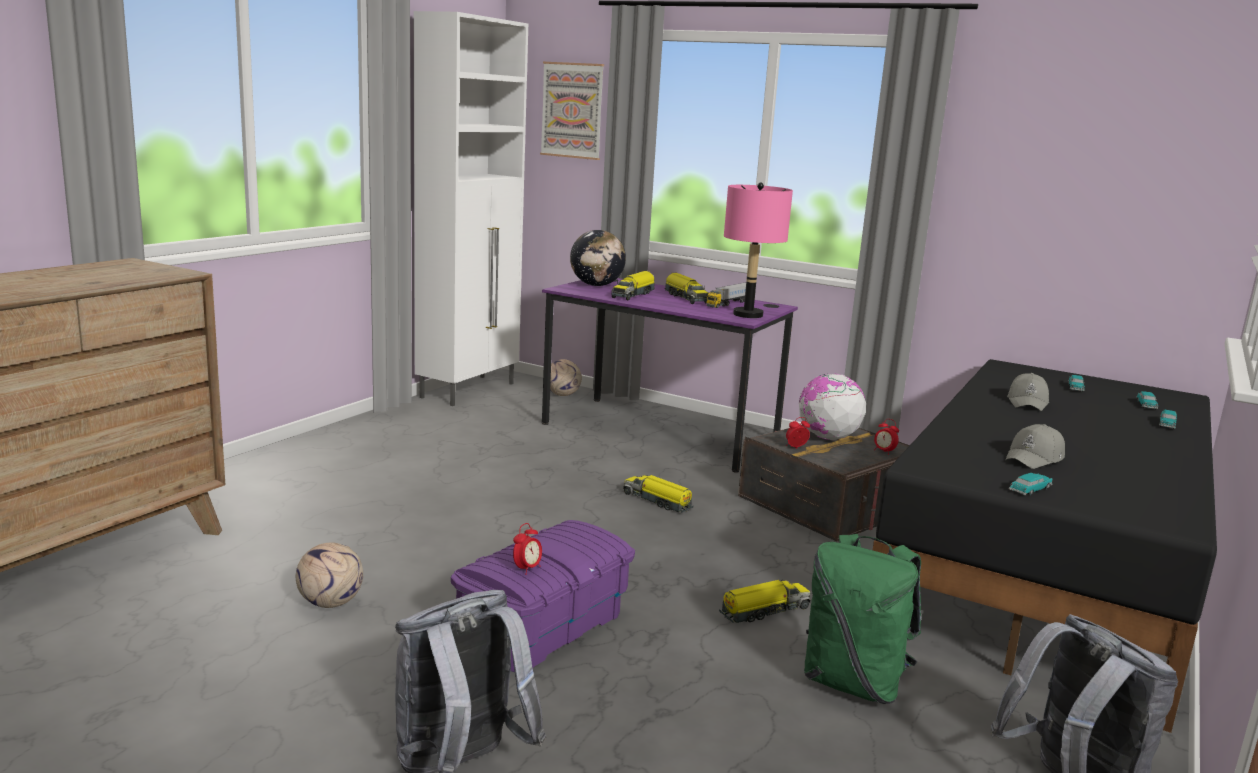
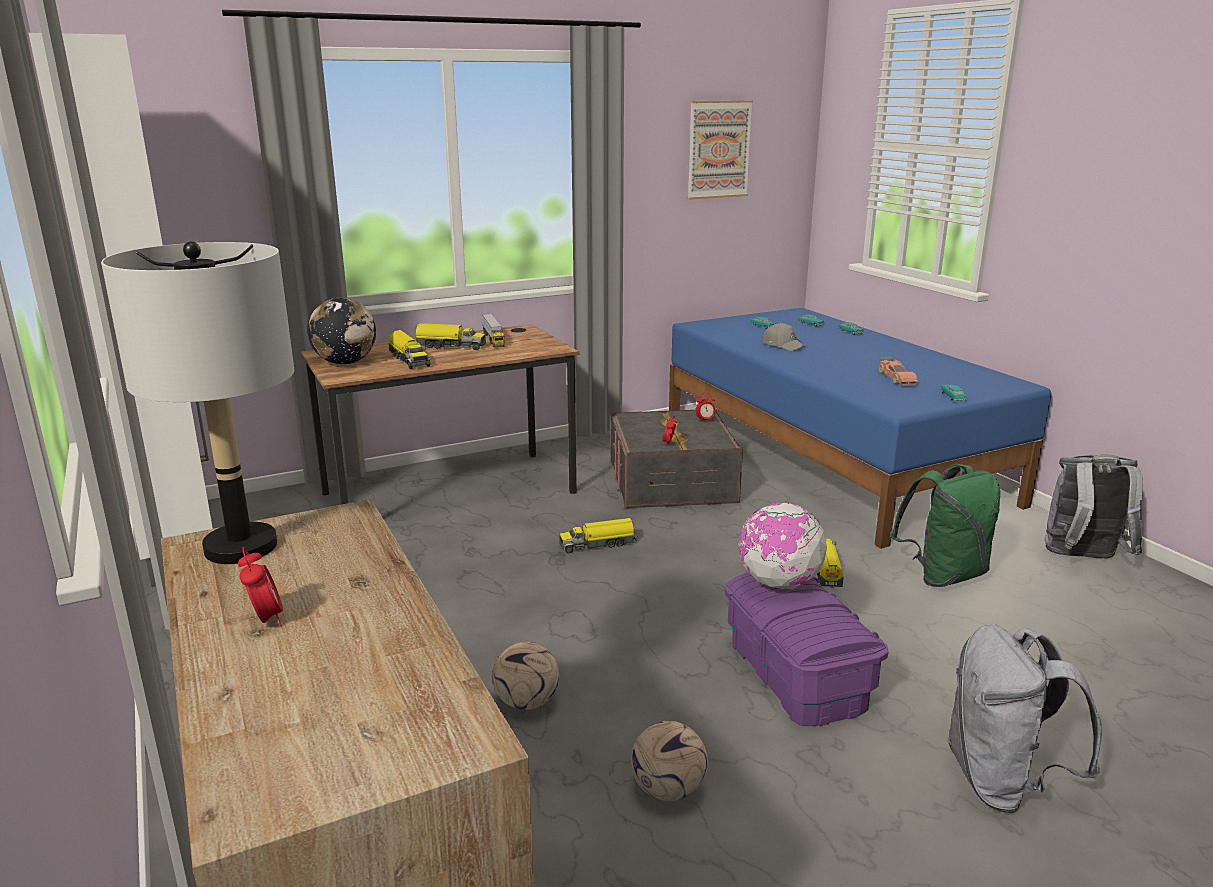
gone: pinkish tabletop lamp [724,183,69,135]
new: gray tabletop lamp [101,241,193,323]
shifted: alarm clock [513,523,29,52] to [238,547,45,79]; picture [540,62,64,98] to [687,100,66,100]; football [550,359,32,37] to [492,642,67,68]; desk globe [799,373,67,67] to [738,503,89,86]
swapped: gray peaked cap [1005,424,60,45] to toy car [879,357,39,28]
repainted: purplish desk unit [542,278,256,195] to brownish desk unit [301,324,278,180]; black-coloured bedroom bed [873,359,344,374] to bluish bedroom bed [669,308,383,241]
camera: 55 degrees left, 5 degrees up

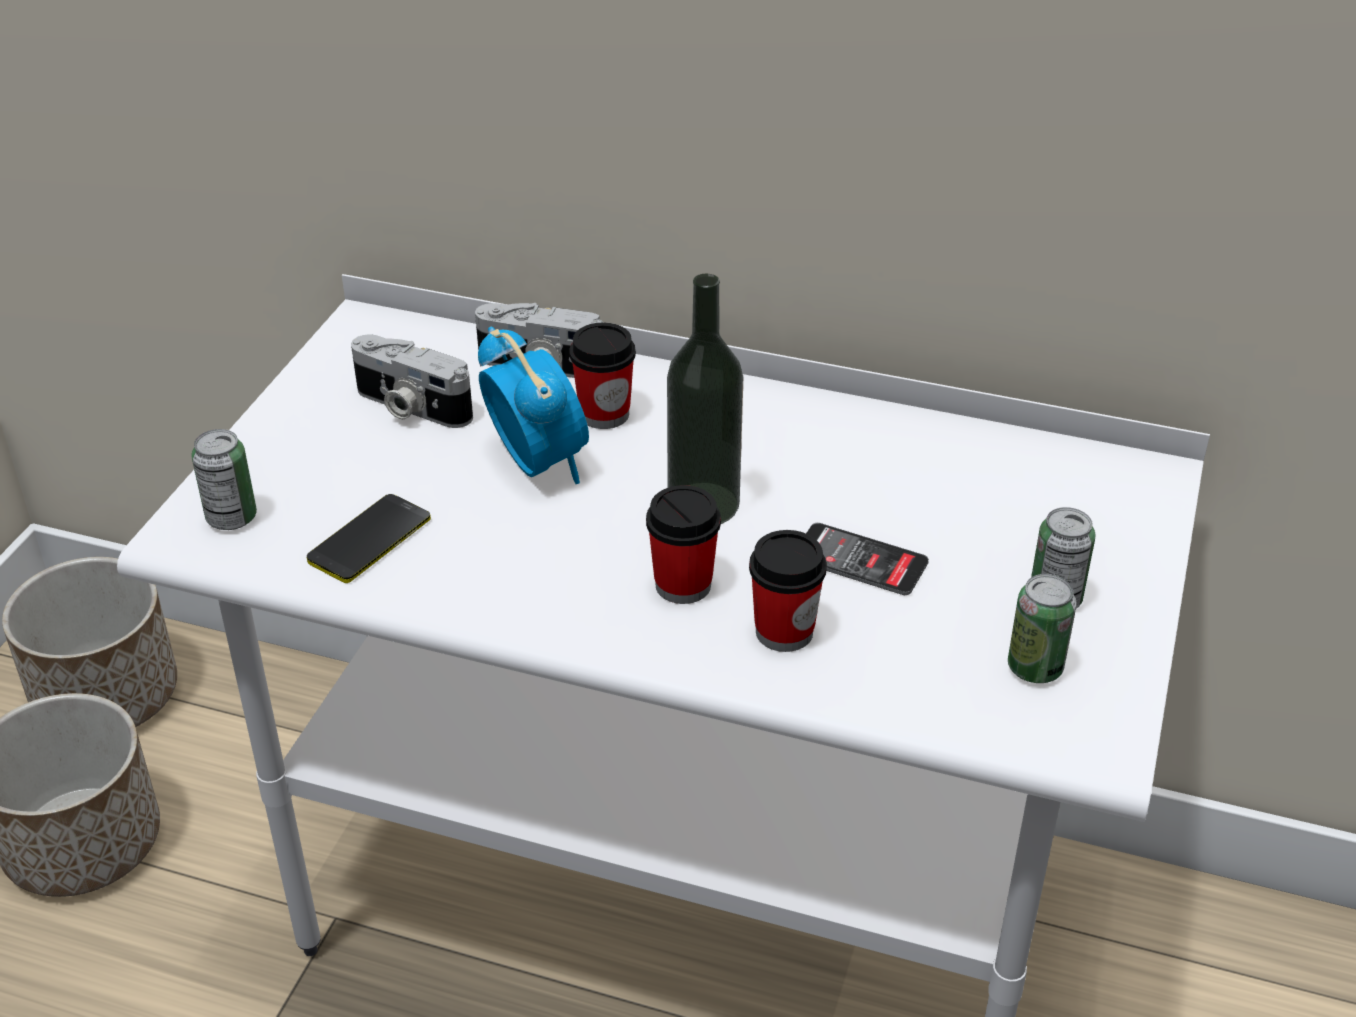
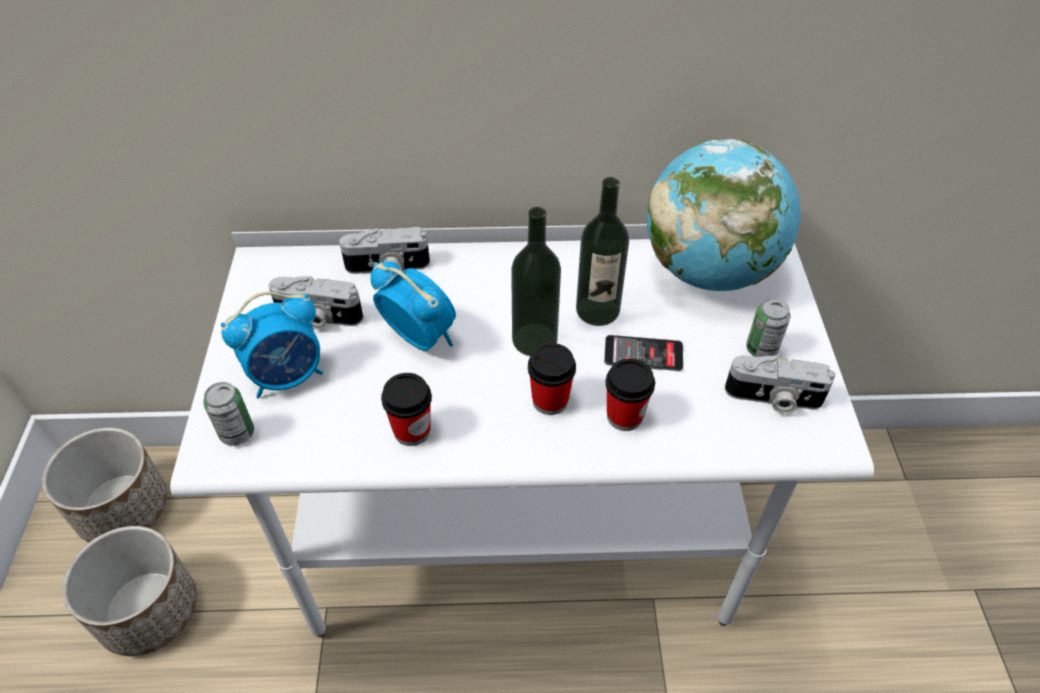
gone: handset [307,494,124,89]
new: alarm clock [221,292,102,106]; drink bottle [576,177,53,149]; desk globe [647,139,153,152]
shifted: small cup [569,322,67,107] to [381,373,51,73]
swapped: metal can [1008,574,69,109] to photo camera [725,355,111,59]
camera: 20 degrees left, 10 degrees up

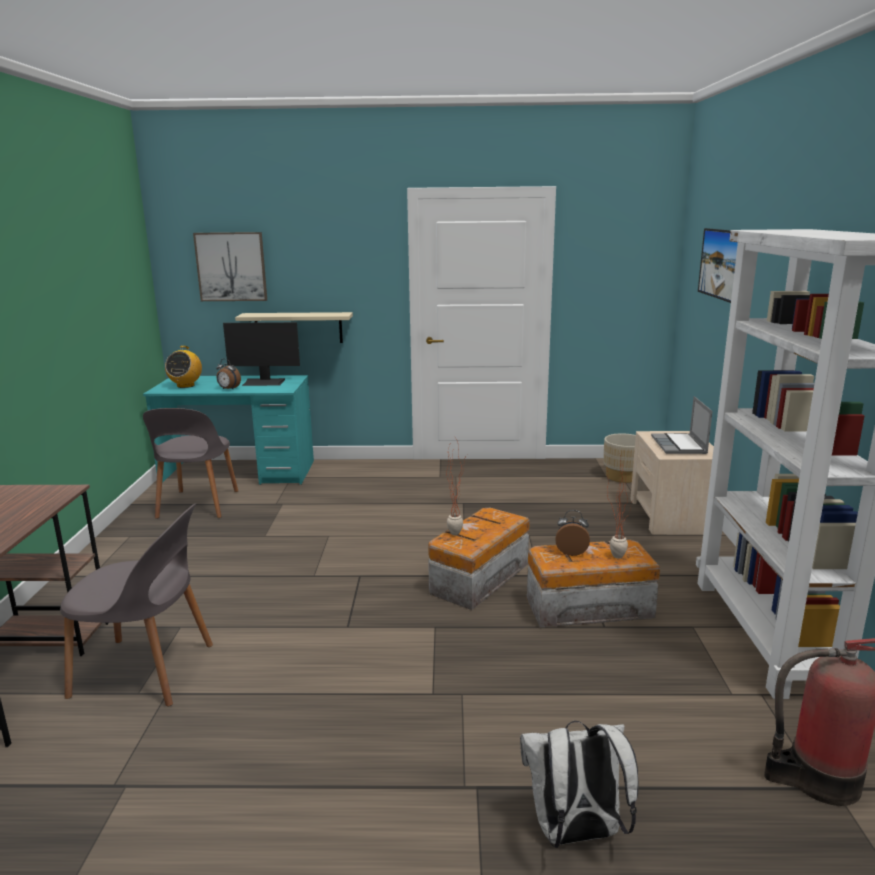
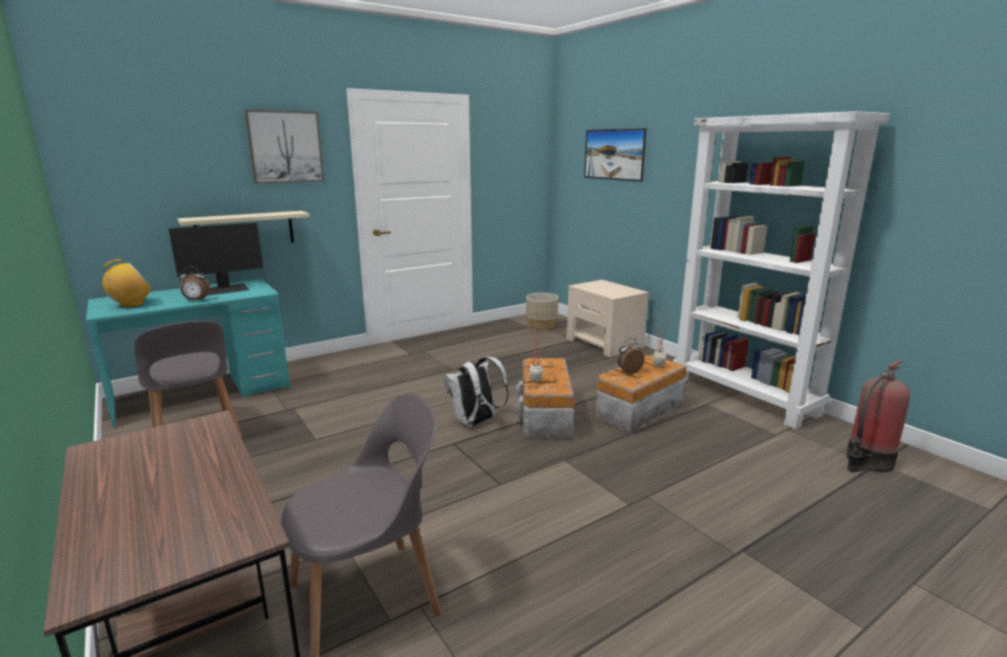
gone: portable computer [651,396,62,58]
shifted: picture [193,232,74,69] to [245,110,79,73]; white-coloured rucksack [520,721,118,127] to [444,357,64,70]
rotated: radio [165,346,37,42] = [100,259,52,49] 105 degrees counterclockwise
camera: 35 degrees left, 0 degrees up

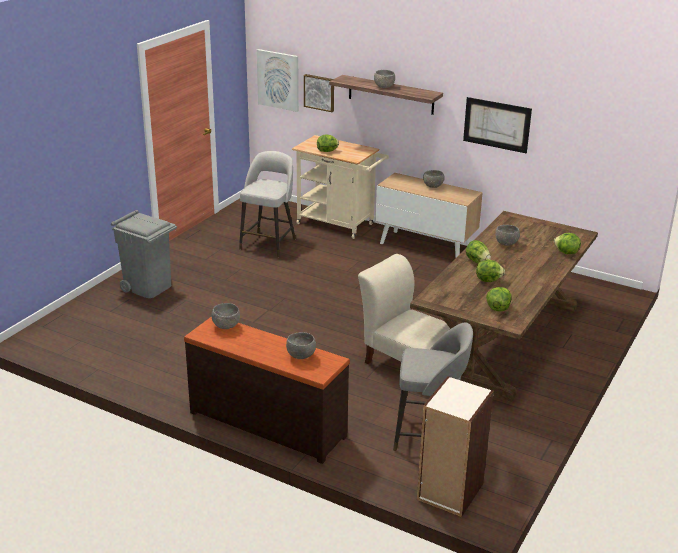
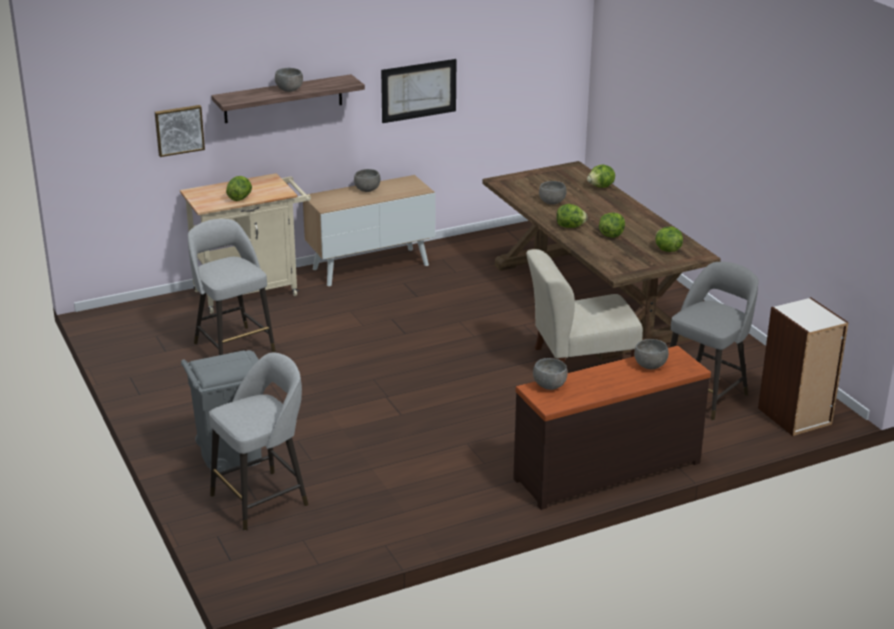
gone: picture [257,49,42,63]
new: gray stool seat [209,353,99,178]
camera: 55 degrees left, 0 degrees up

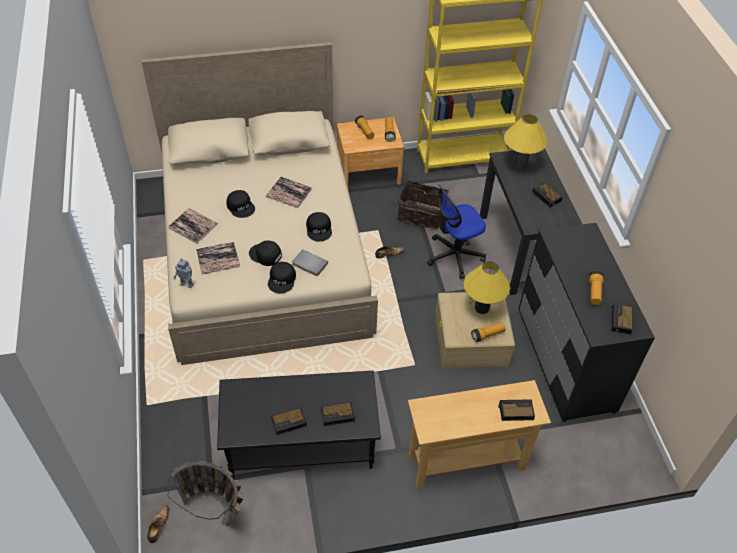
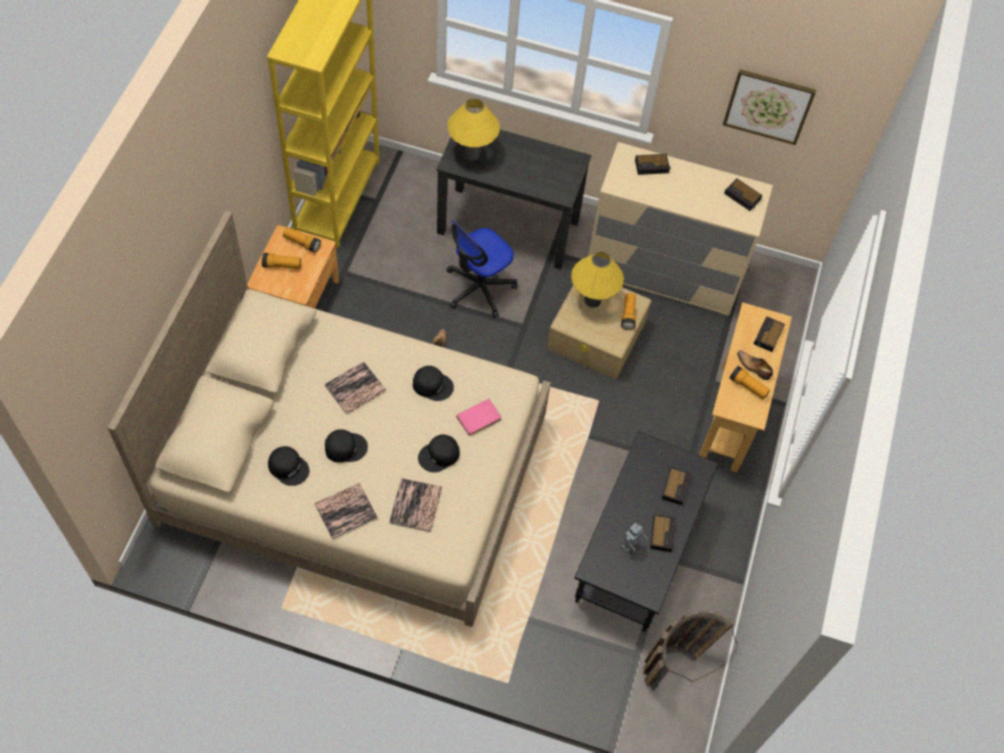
gone: storage basket [397,181,52,48]
new: picture [723,69,93,76]
shifted: shoe [147,506,22,37] to [737,350,36,30]; toy robot [173,259,21,29] to [622,523,26,29]; black-coloured peaked cap [268,262,28,31] to [268,446,41,40]; alarm clock [532,182,31,25] to [635,154,35,21]; torch [589,270,15,35] to [730,366,40,34]
repainted: gray bound book [292,249,36,27] to pinkish bound book [456,399,45,37]; black-coloured chest of drawers [518,223,137,199] to beige chest of drawers [588,142,185,174]
rotated: office chair [427,184,59,95] = [447,220,70,98] 45 degrees clockwise
camera: 65 degrees left, 10 degrees up

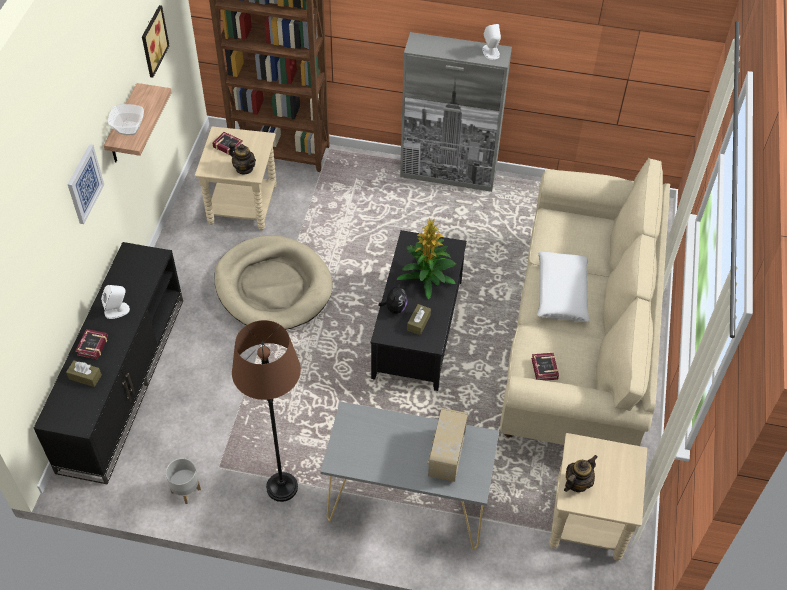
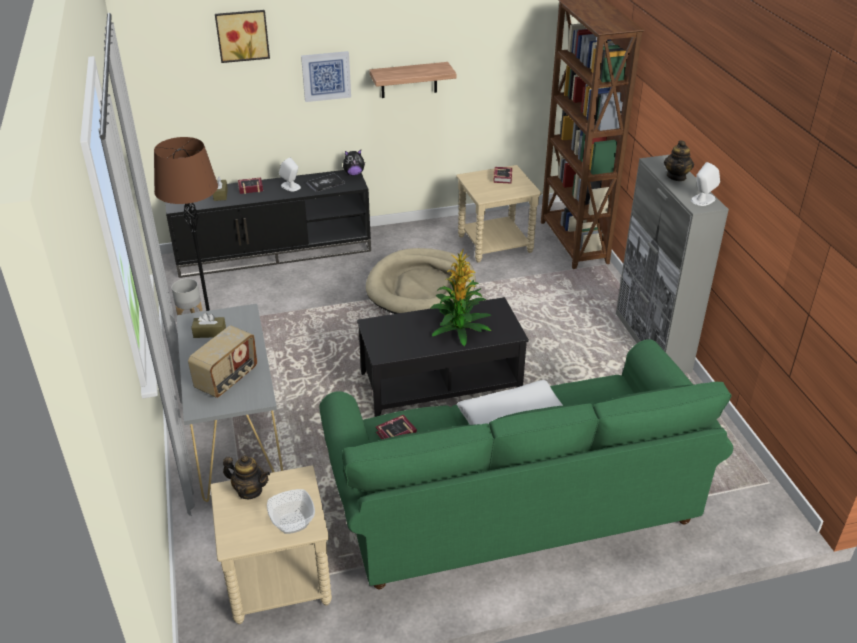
new: bound book [307,173,37,19]
shifted: deep dish [108,104,36,31] to [267,489,48,45]; picture [142,5,27,72] to [215,10,55,53]; teapot [229,142,27,32] to [664,140,30,41]; cuddly toy [378,283,30,31] to [343,150,22,26]; brownish tissue holder [407,304,24,31] to [191,313,35,25]
repainted: beige settee [500,158,170,288] to greenish settee [319,339,414,250]
rotated: radio [427,408,41,74] = [188,326,69,72] 135 degrees clockwise
camera: 65 degrees right, 15 degrees down

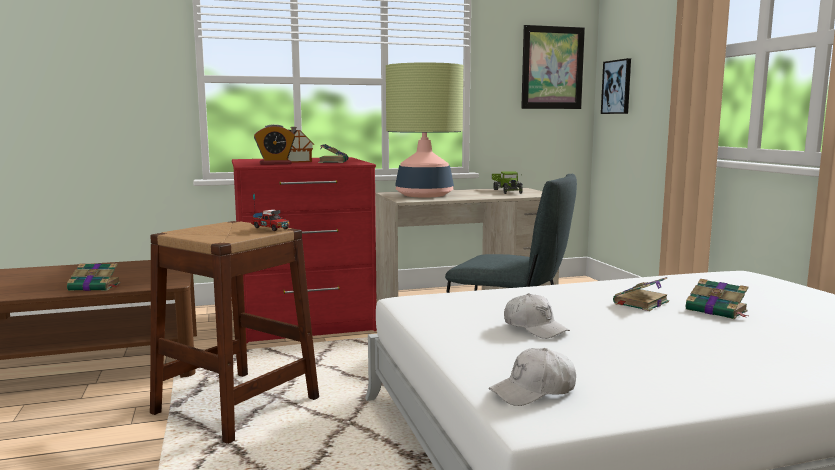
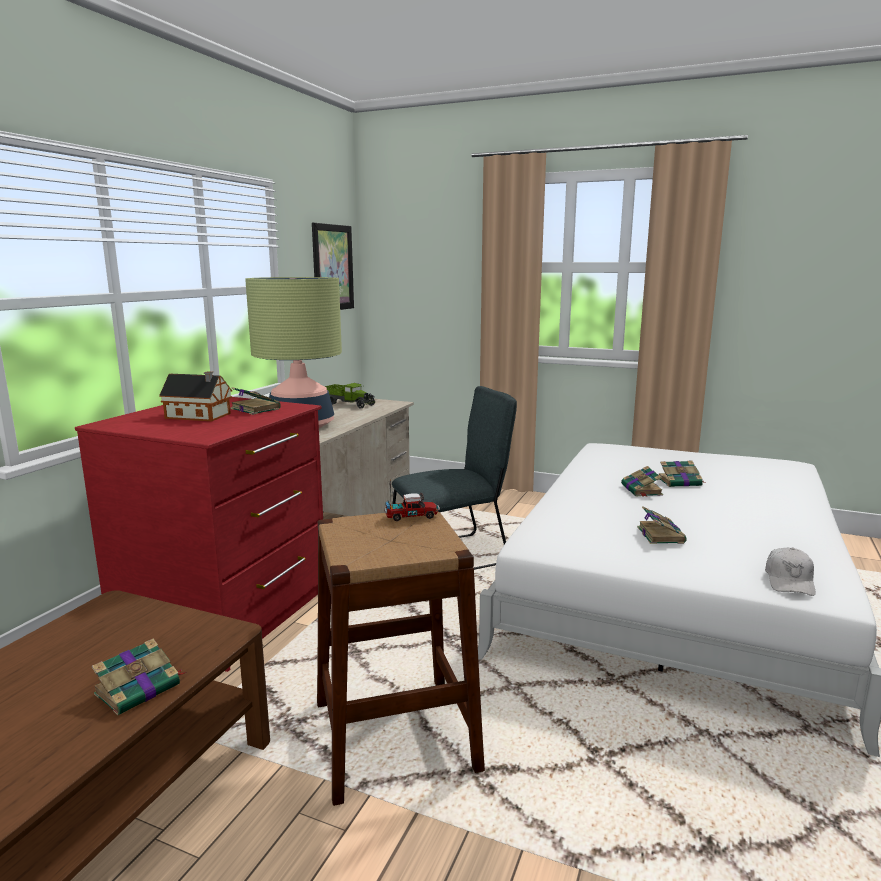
gone: alarm clock [254,124,41,41]; picture [601,58,30,56]
swapped: white-coloured peaked cap [504,293,66,46] to bound book [637,506,50,38]
camera: 50 degrees left, 5 degrees up

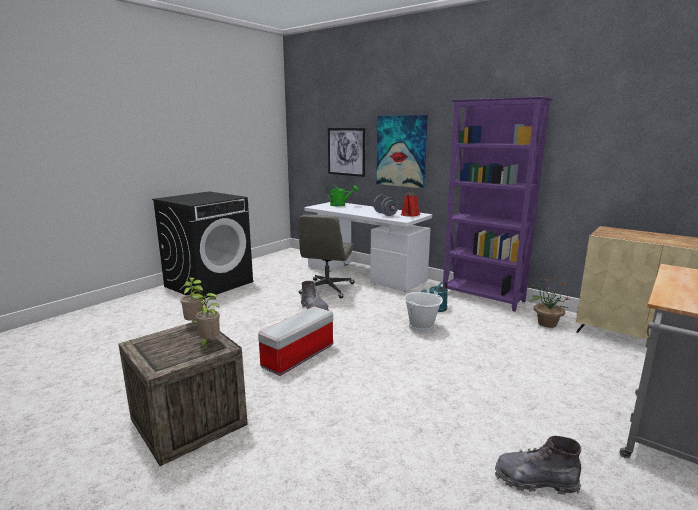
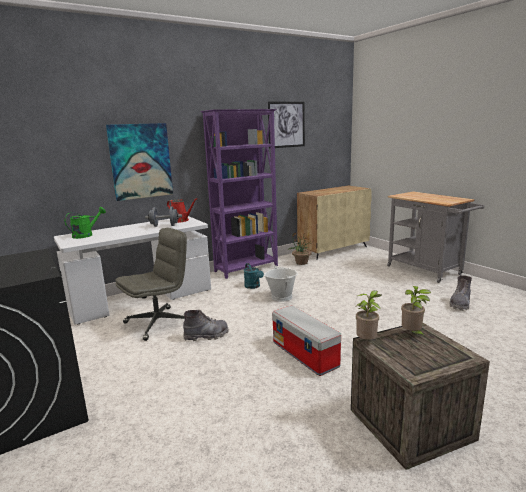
shifted: picture [328,128,37,49] to [268,102,37,47]
rotated: gray office chair [298,214,56,84] = [115,228,72,113] 75 degrees counterclockwise
camera: 70 degrees left, 0 degrees up

